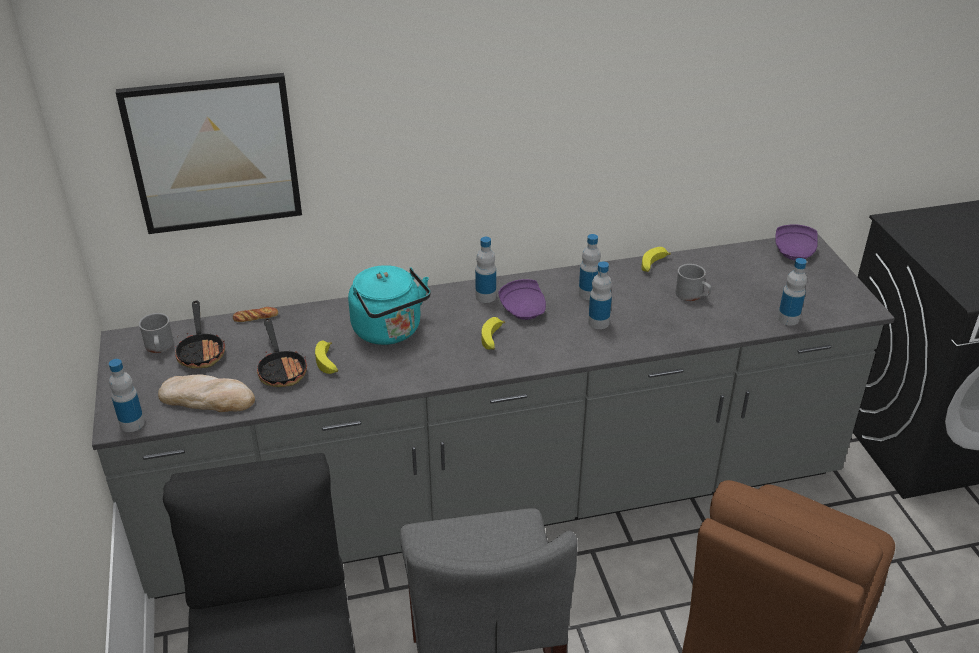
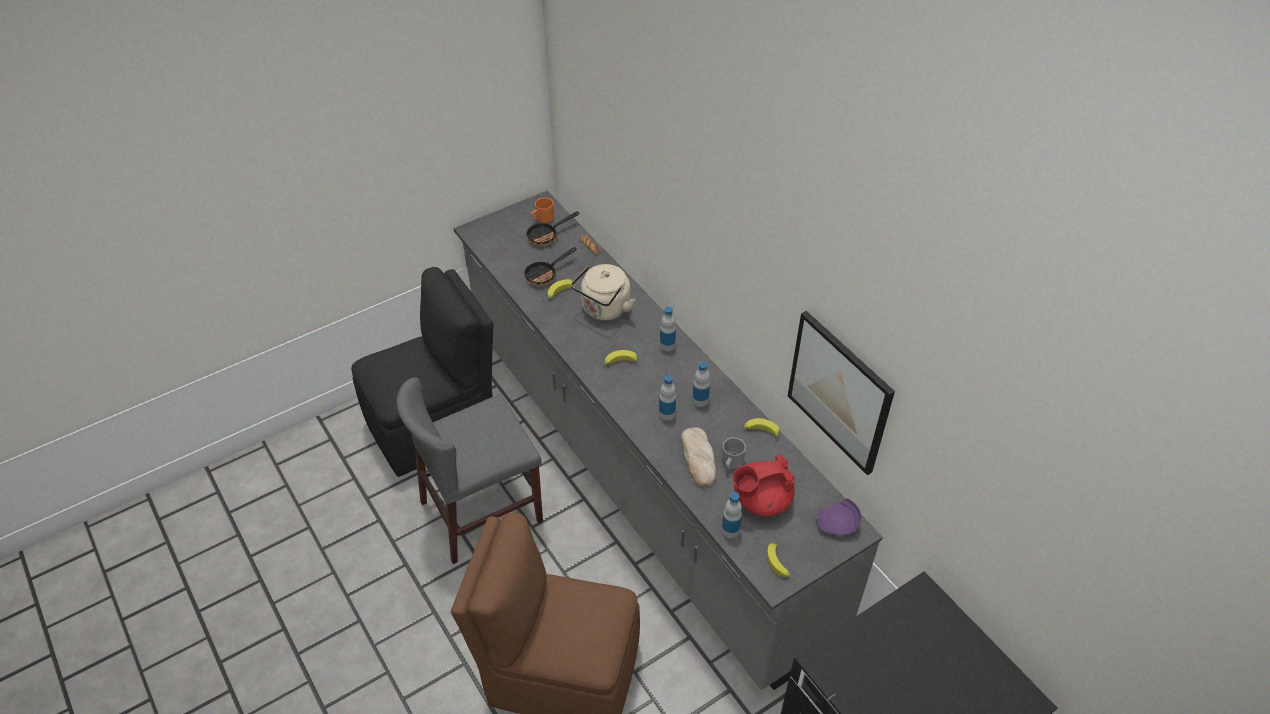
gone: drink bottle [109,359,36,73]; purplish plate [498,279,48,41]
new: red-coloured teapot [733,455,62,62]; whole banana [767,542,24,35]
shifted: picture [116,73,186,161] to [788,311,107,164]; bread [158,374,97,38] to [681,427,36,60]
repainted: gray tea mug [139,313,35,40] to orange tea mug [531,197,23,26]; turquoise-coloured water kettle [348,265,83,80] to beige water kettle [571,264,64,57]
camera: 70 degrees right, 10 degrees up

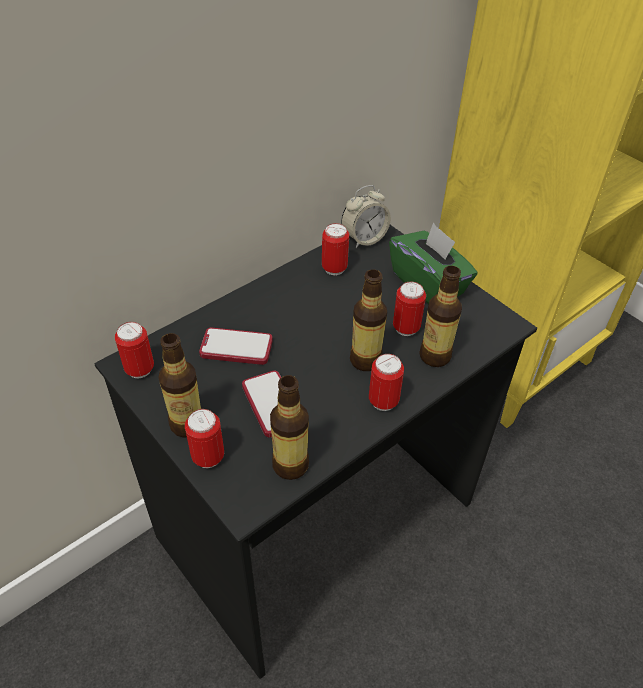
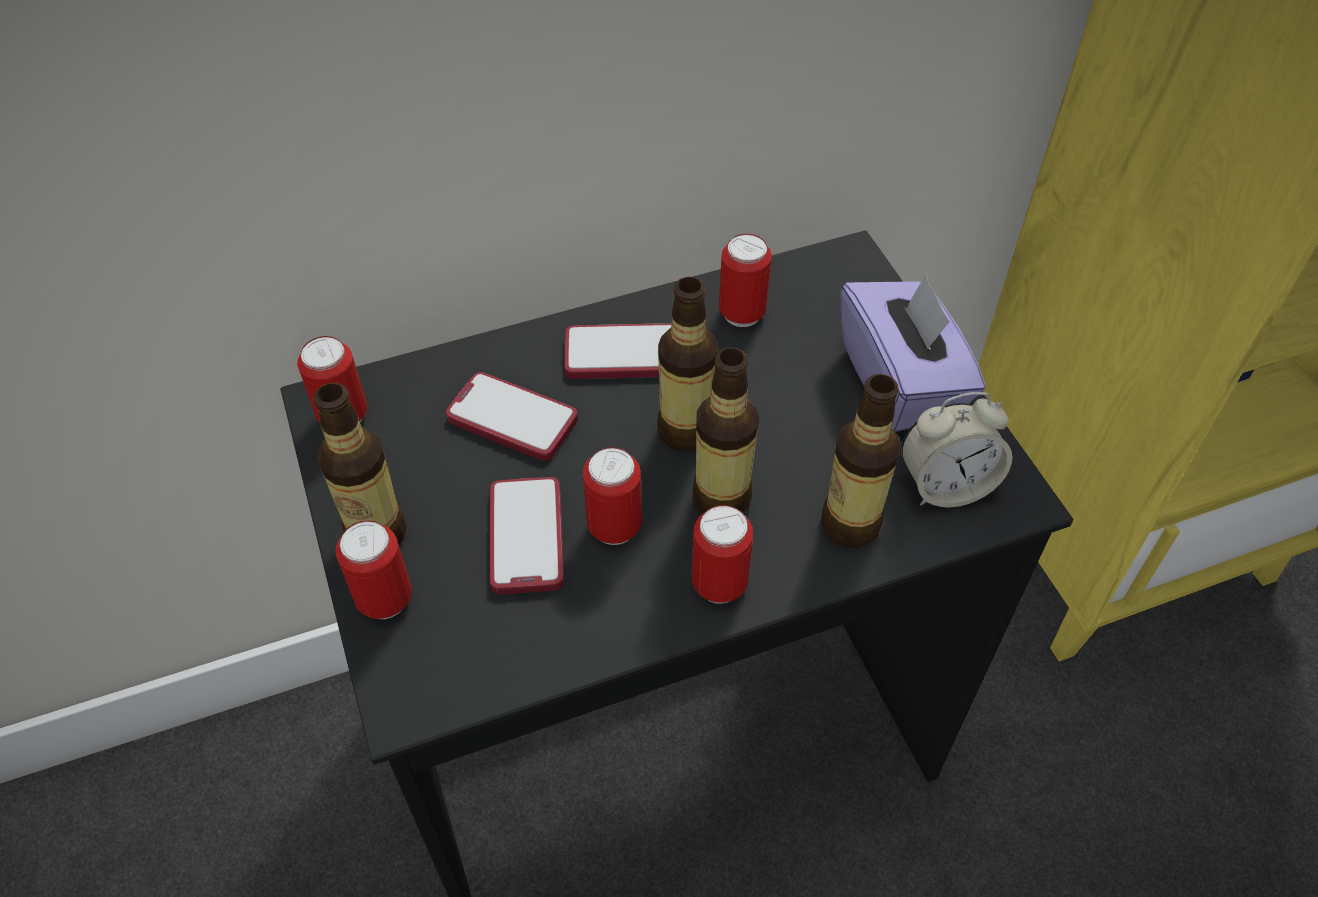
new: handset [564,323,107,56]
shifted: drink bottle [270,375,39,105] to [657,277,61,174]; alarm clock [341,185,50,63] to [902,392,111,116]; metal can [393,282,33,54] to [583,447,59,98]
repainted: greenish tissue holder [389,222,89,82] to purplish tissue holder [840,274,146,158]
camera: 20 degrees right, 5 degrees up

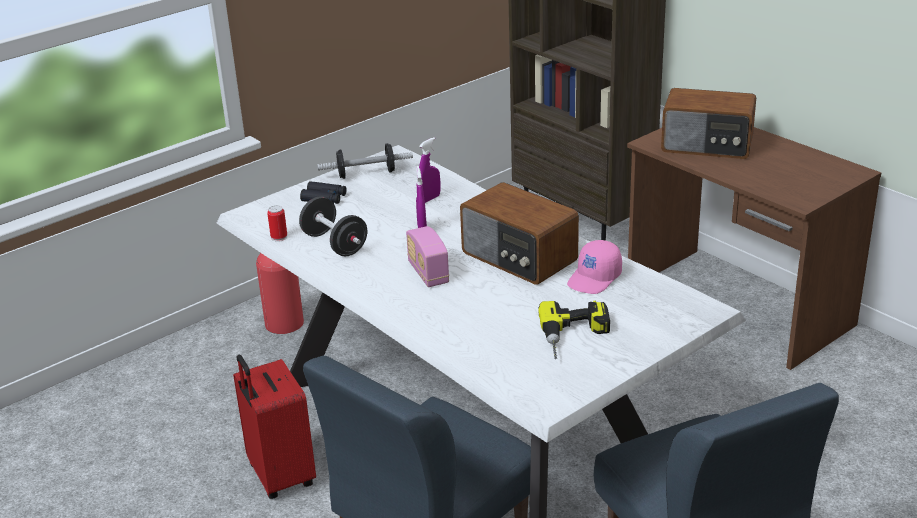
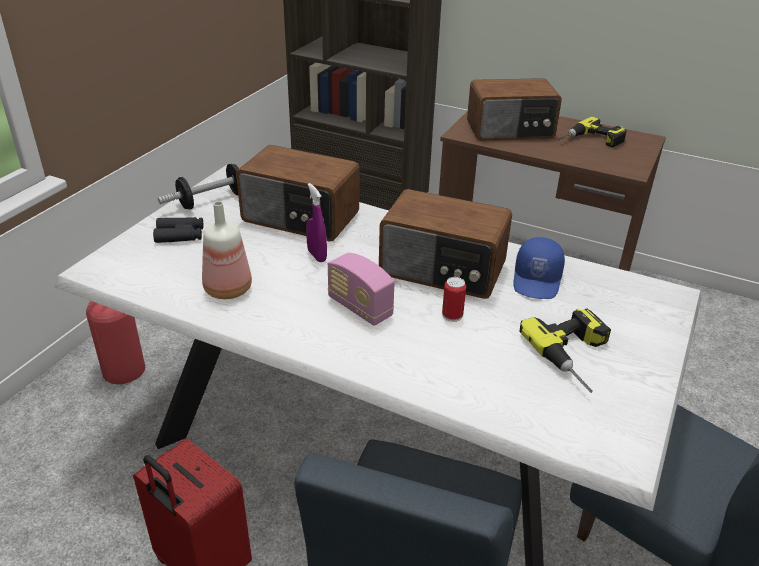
new: power drill [558,116,69,31]
shifted: metal can [267,205,20,37] to [442,277,24,45]
swapped: black-coloured free weight [299,196,68,60] to drink bottle [202,201,50,98]; purplish sprayer [419,138,21,65] to radio [236,145,124,97]
repainted: pinkish peaked cap [567,240,55,54] to bluish peaked cap [513,237,52,62]
camera: 25 degrees left, 5 degrees up

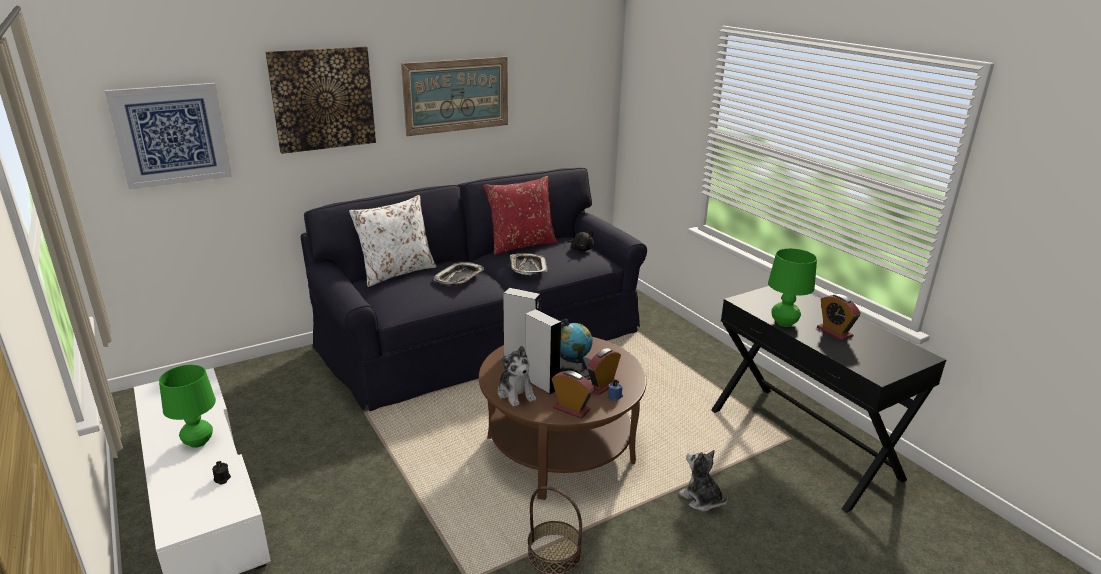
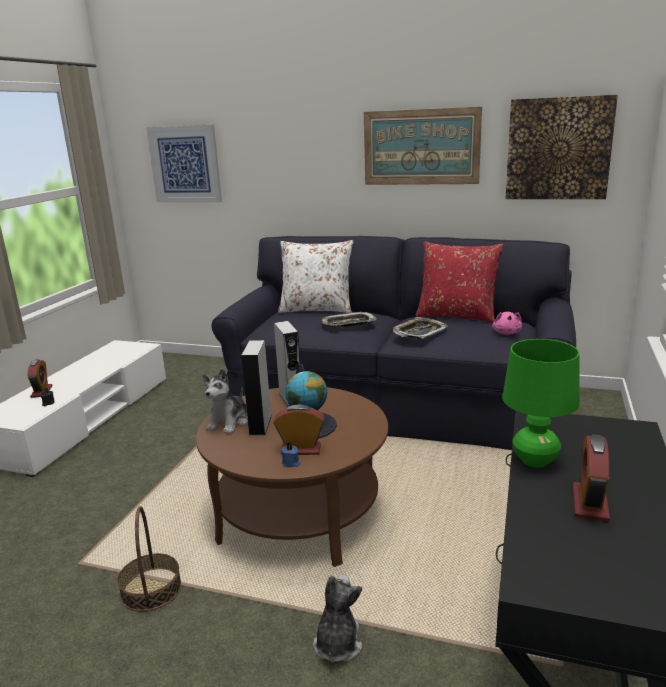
gone: greenish tabletop lamp [159,365,57,83]
shifted: picture [265,46,111,108] to [506,95,112,104]; alarm clock [552,371,42,48] to [27,359,26,39]
repainted: black-coloured cuddly toy [567,231,27,20] to pinkish cuddly toy [492,312,30,23]
camera: 50 degrees right, 5 degrees down

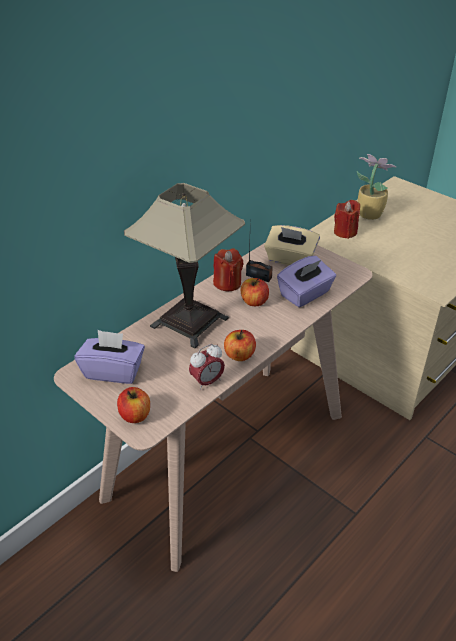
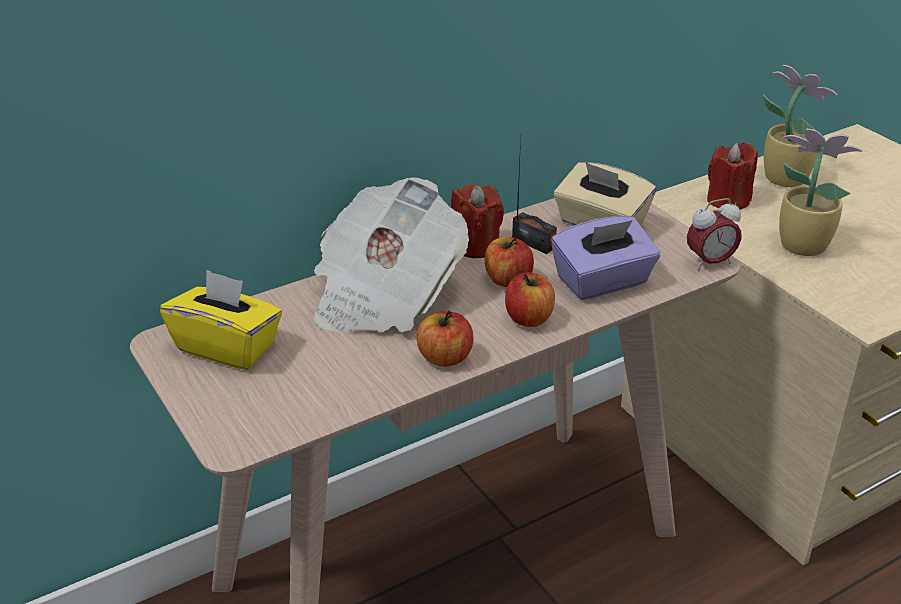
new: houseplant [779,129,83,127]
shifted: apple [117,387,33,36] to [505,272,50,55]; alarm clock [189,344,36,46] to [687,198,55,72]
swapped: tabletop lamp [124,183,121,165] to newspaper [314,177,155,155]
repainted: purplish tissue holder [74,330,71,54] to yellow tissue holder [160,270,122,100]
camera: 15 degrees right, 5 degrees down

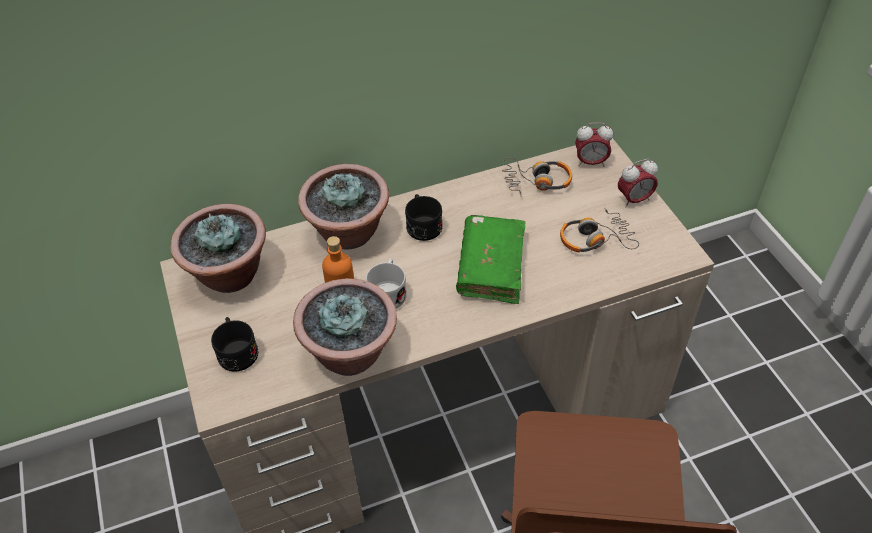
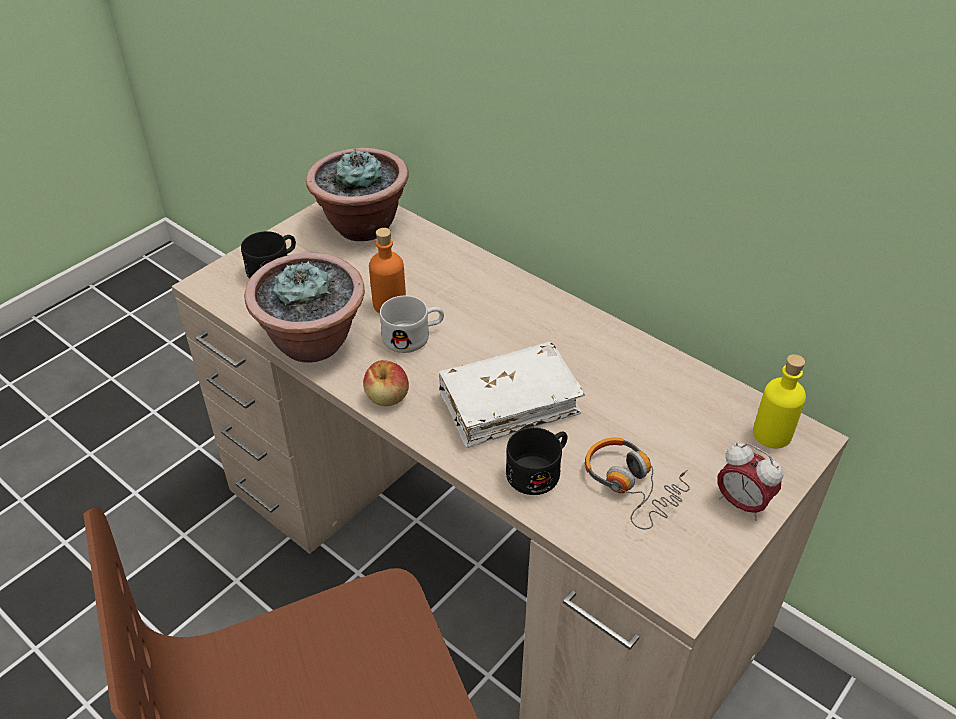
gone: houseplant [298,164,91,86]; headphones [502,158,70,39]
new: apple [363,360,46,46]
shifted: black-coloured tea mug [405,194,38,47] to [506,427,62,68]
swapped: alarm clock [575,123,38,44] to yellow drink bottle [753,354,53,94]
repainted: greenish bound book [456,215,69,89] to white-coloured bound book [439,342,146,106]
camera: 60 degrees right, 5 degrees down

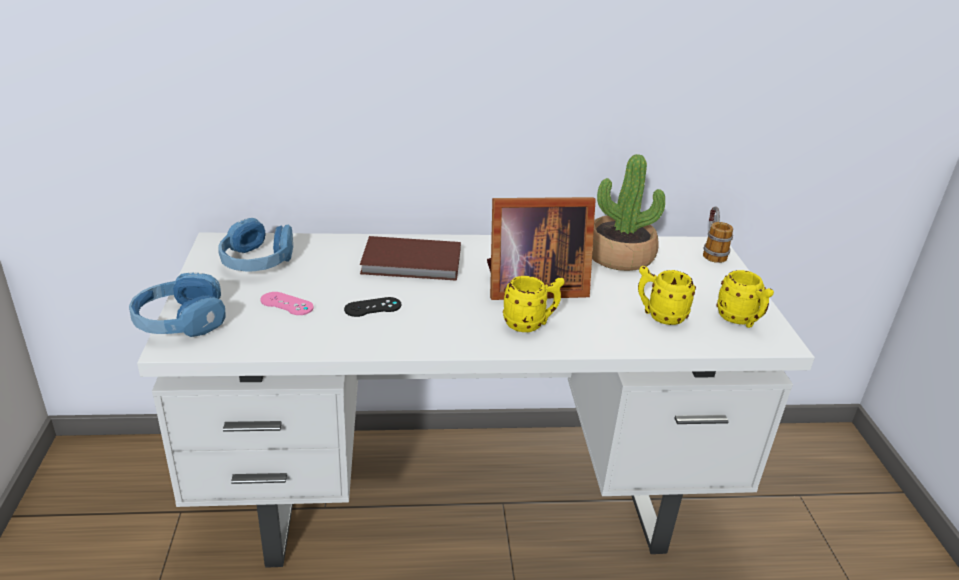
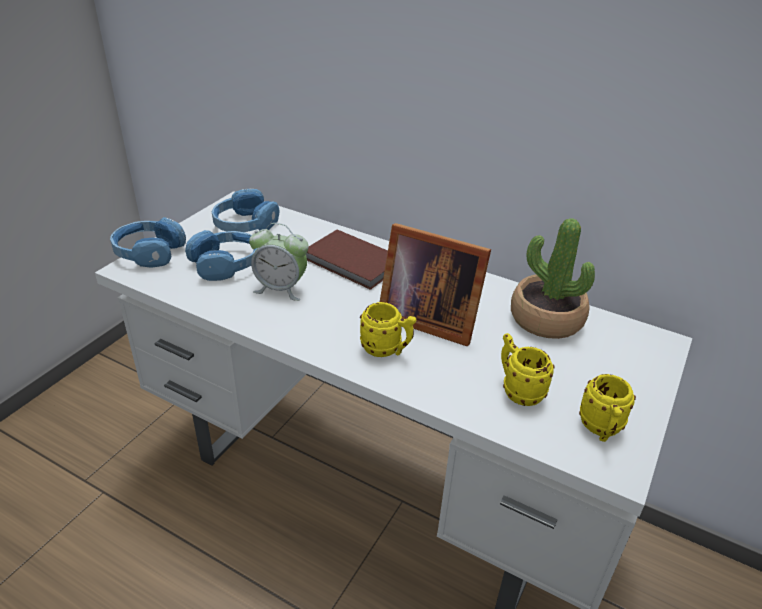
gone: tea mug [703,206,30,57]
swapped: pinkish gamepad [261,292,53,23] to bluish headphones [185,230,72,51]; black-coloured gamepad [344,297,57,20] to alarm clock [249,223,60,78]
camera: 35 degrees right, 5 degrees up

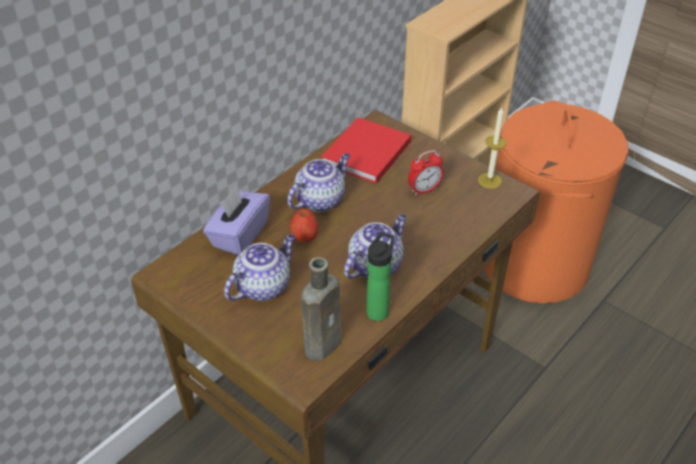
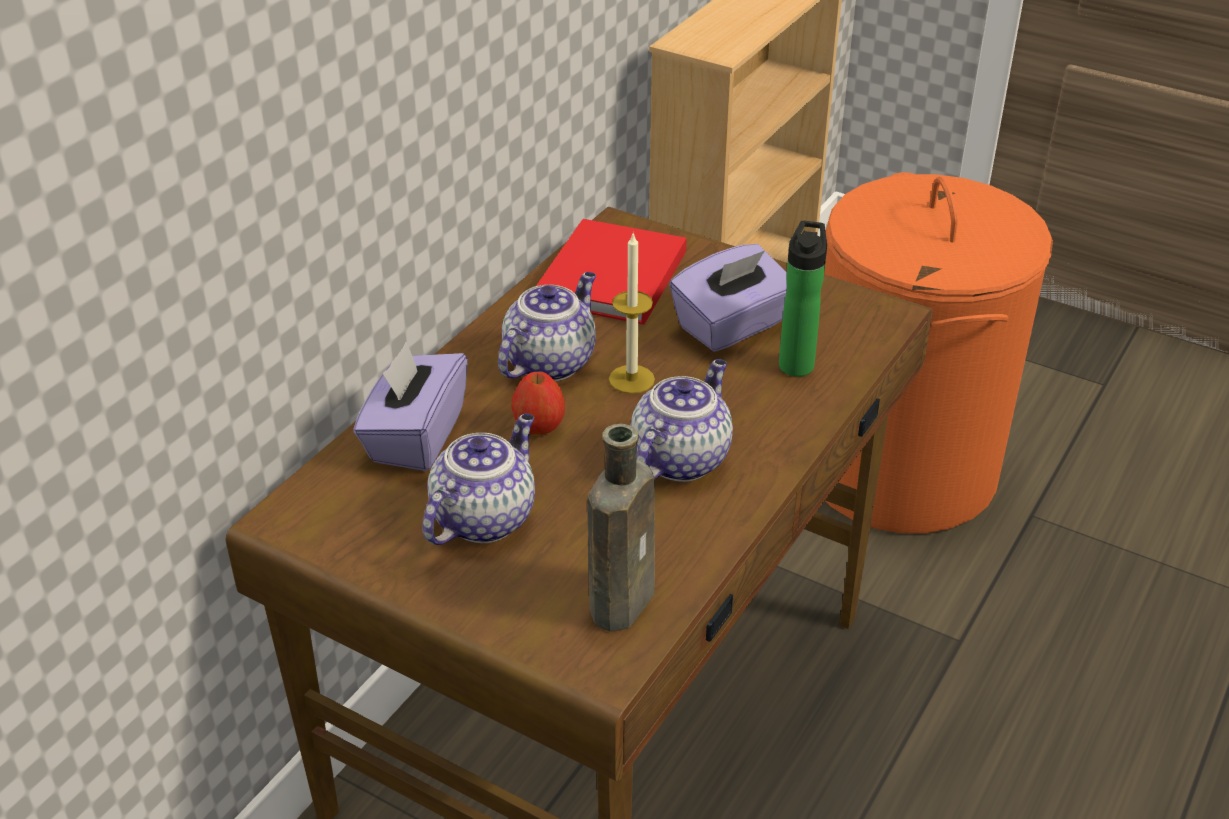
shifted: drink bottle [366,232,28,89] to [779,221,48,156]; candle [478,107,29,82] to [609,232,46,162]
swapped: alarm clock [408,150,36,46] to purplish tissue holder [670,244,117,108]
camera: 10 degrees left, 5 degrees down

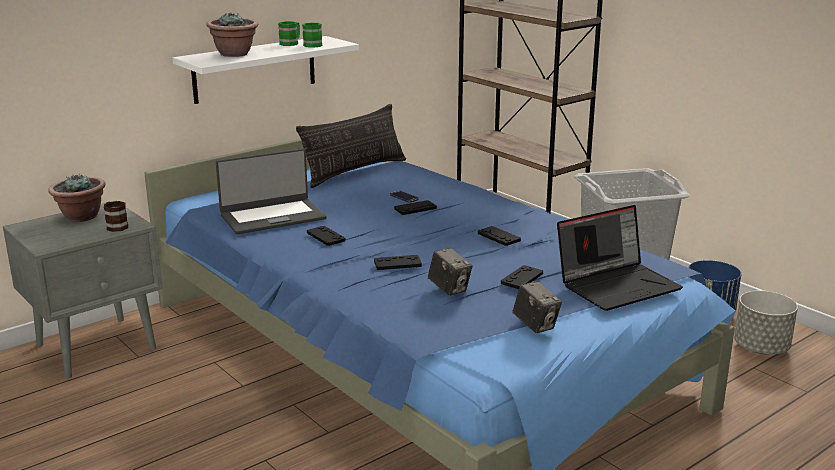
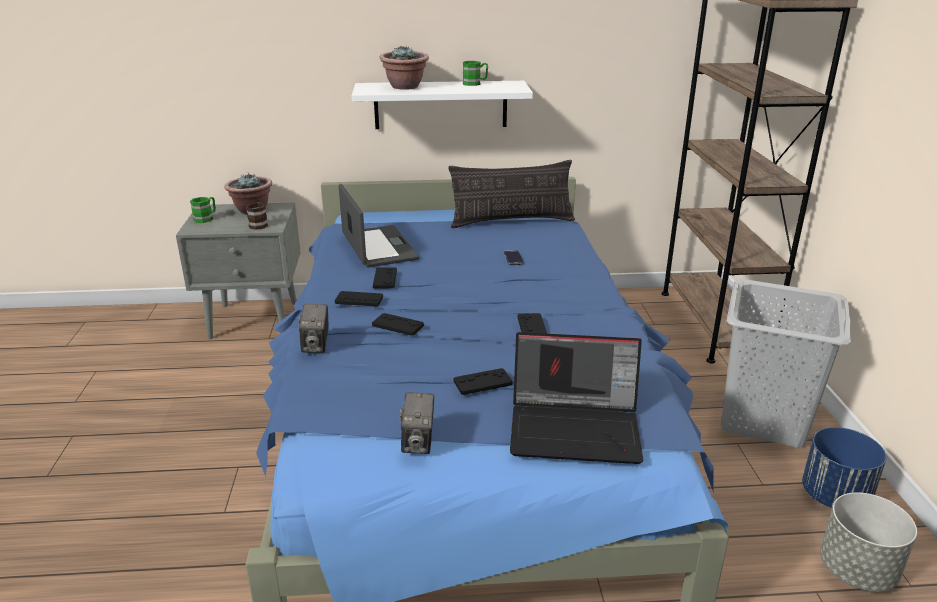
shifted: greenish tea mug [302,23,21,25] to [190,197,26,26]; black-coloured gamepad [394,200,43,15] to [335,291,48,16]; photo camera [428,248,45,48] to [298,304,31,49]
rotated: portable computer [216,149,110,85] = [339,184,80,83] 120 degrees counterclockwise
camera: 35 degrees right, 5 degrees up

